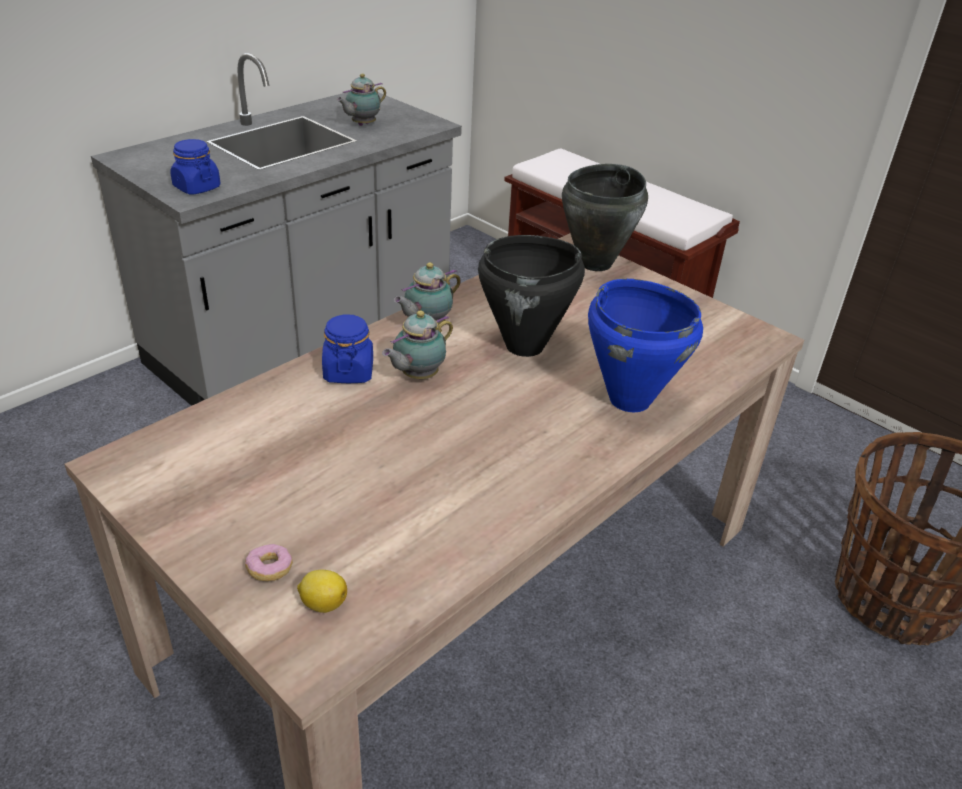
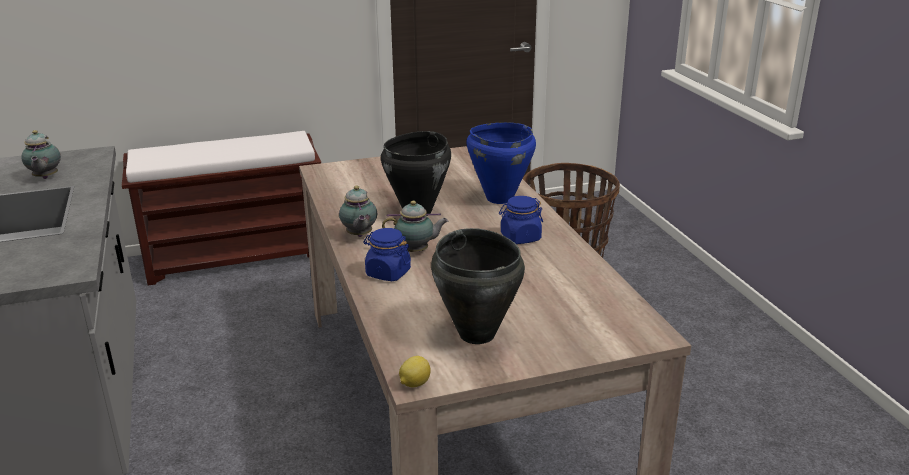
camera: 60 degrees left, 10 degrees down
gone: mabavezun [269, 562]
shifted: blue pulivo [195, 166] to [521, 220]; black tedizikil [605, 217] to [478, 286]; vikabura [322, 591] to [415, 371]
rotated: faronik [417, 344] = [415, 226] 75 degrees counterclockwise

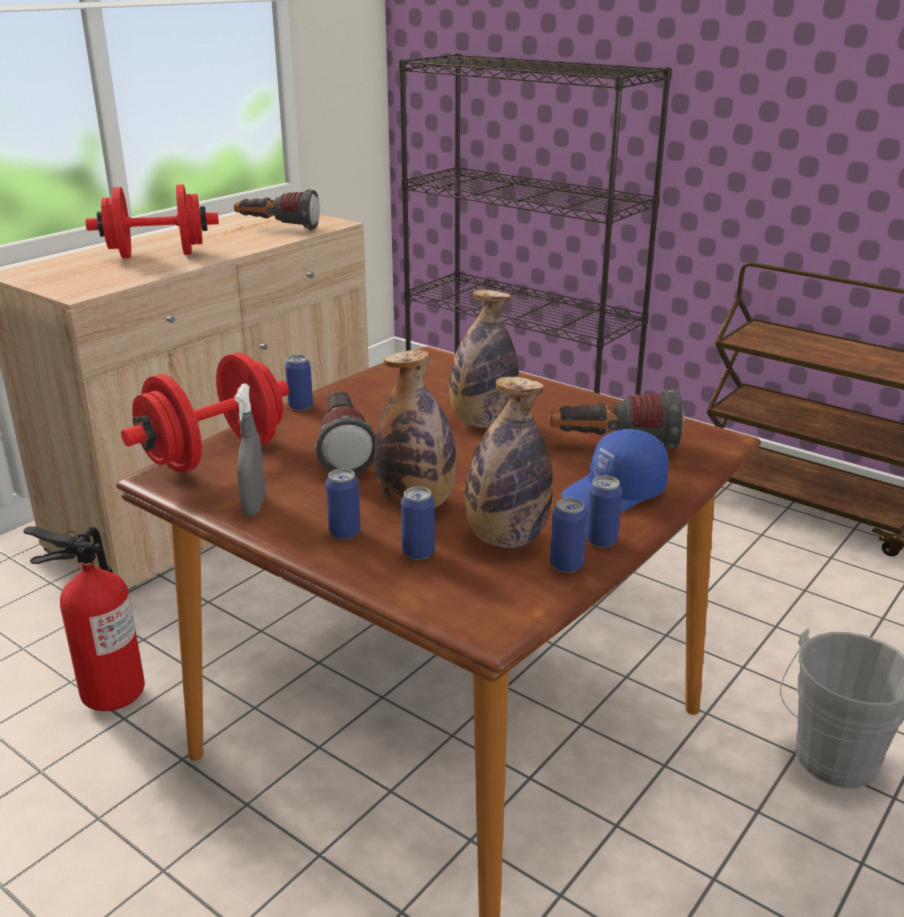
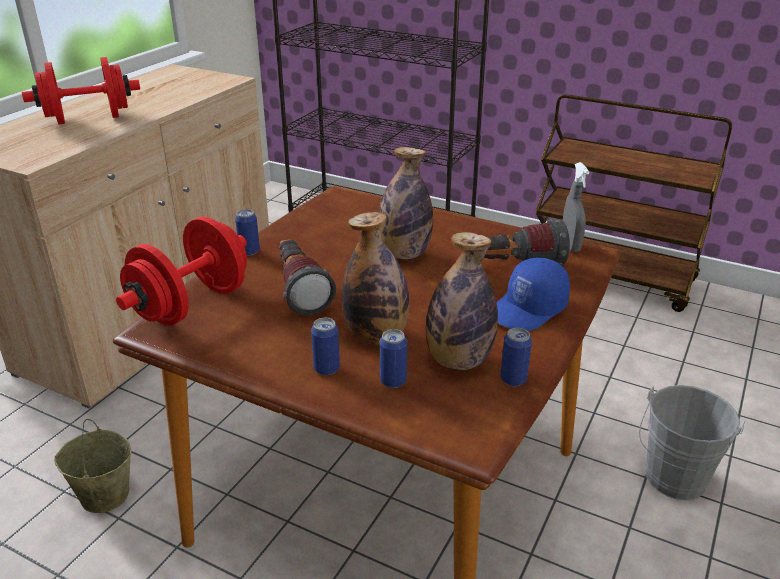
camera: 10 degrees left, 5 degrees up
gone: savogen [277, 209]; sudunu [604, 511]
shifted: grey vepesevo [250, 449] to [576, 207]
swapped: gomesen [84, 618] to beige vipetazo [93, 466]

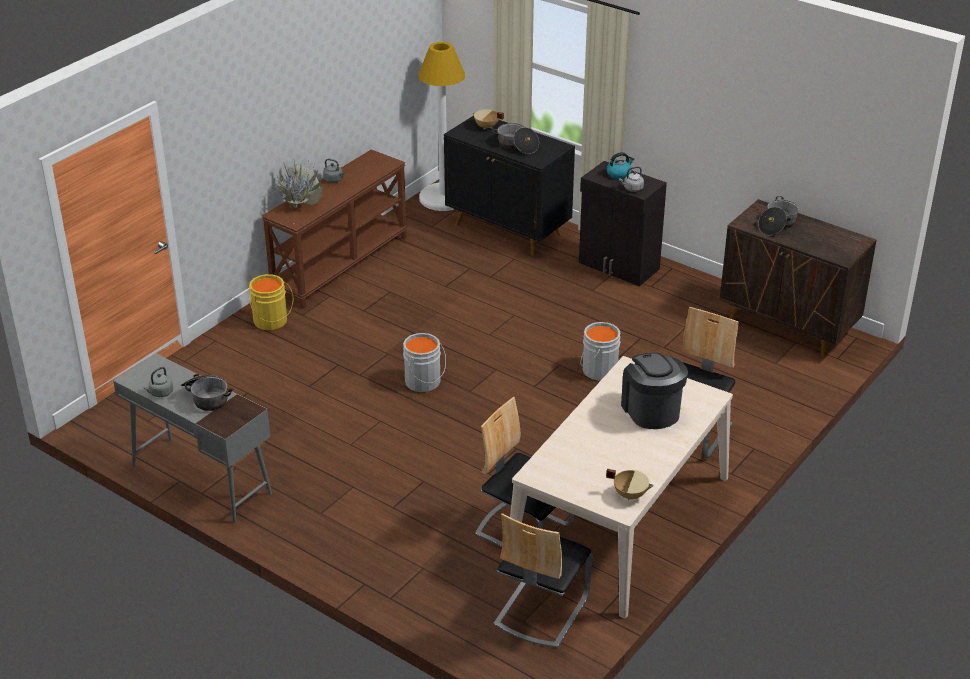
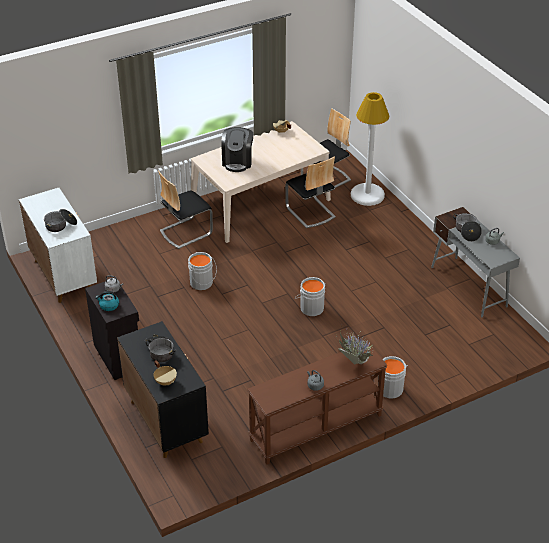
camera: 155 degrees left, 5 degrees up
shifted: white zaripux [441, 126] to [370, 149]
repainted: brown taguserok [798, 278] to white taguserok [58, 245]; yellow vipetazo [271, 302] to grey vipetazo [393, 377]

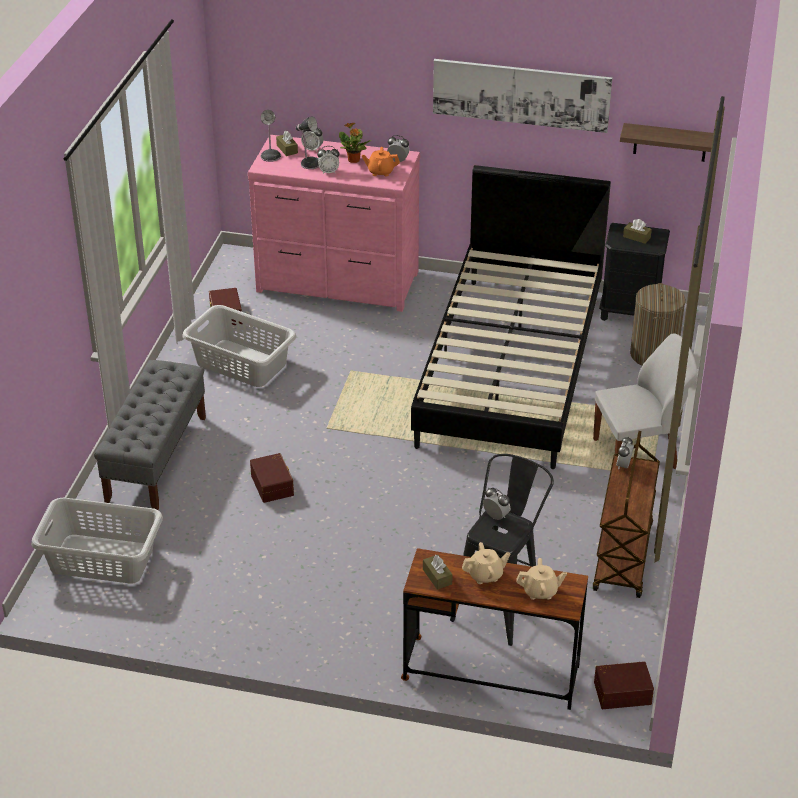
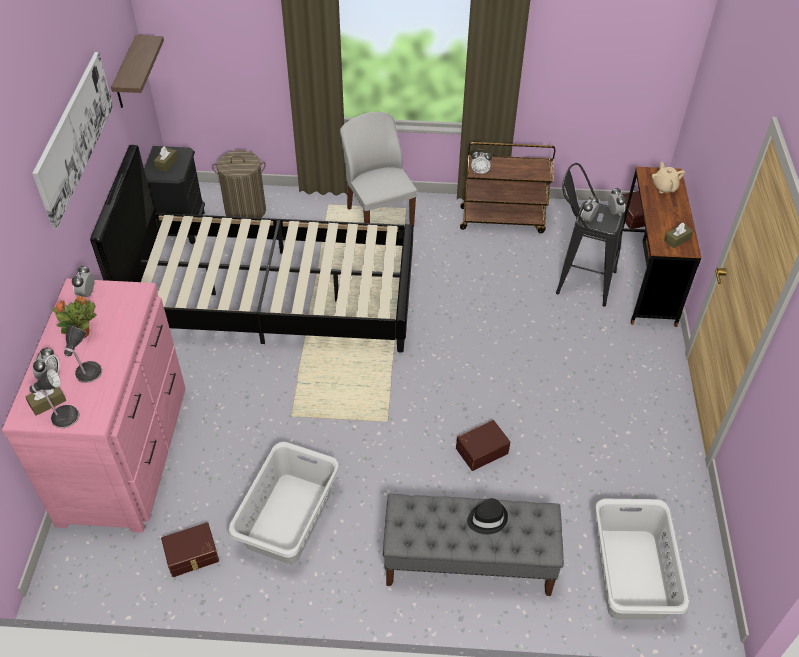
camera: 100 degrees left, 10 degrees up
gone: orange faronik [381, 161]; beige faronik [486, 563]
new: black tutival [487, 516]
shifted: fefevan [328, 159] to [617, 201]

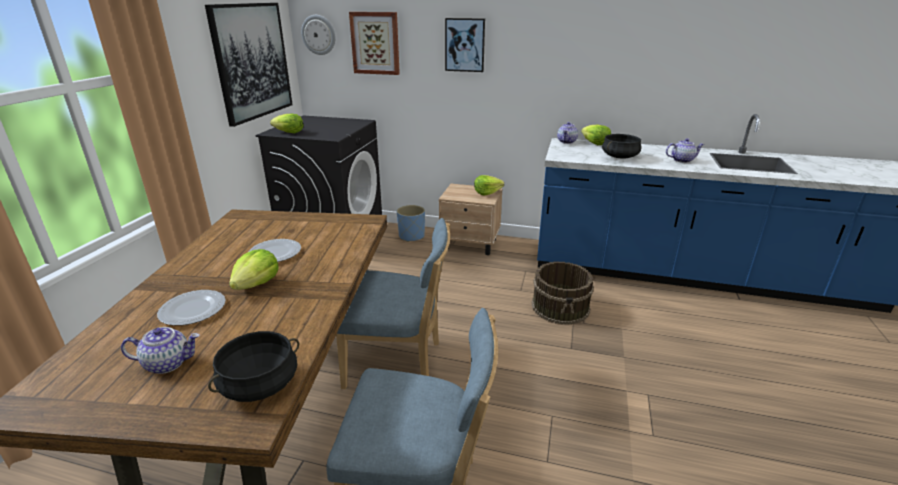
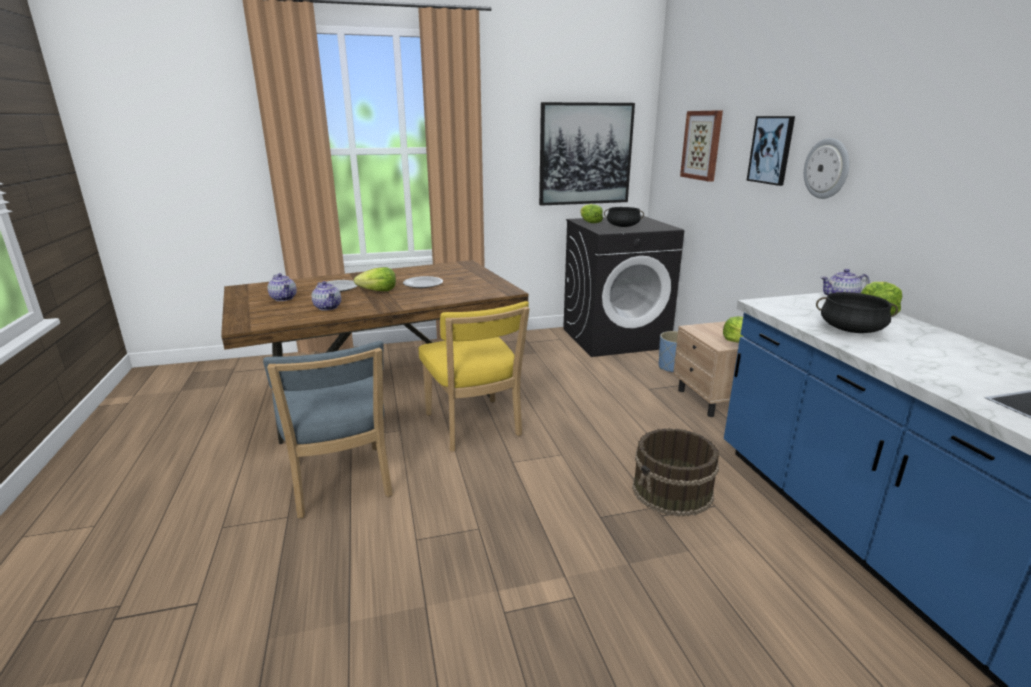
camera: 60 degrees right, 5 degrees down
shifted: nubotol [318, 35] to [826, 168]; faronik [685, 150] to [326, 296]; black tedizikil [253, 366] to [624, 217]
repainted: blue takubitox [393, 303] to yellow takubitox [474, 376]

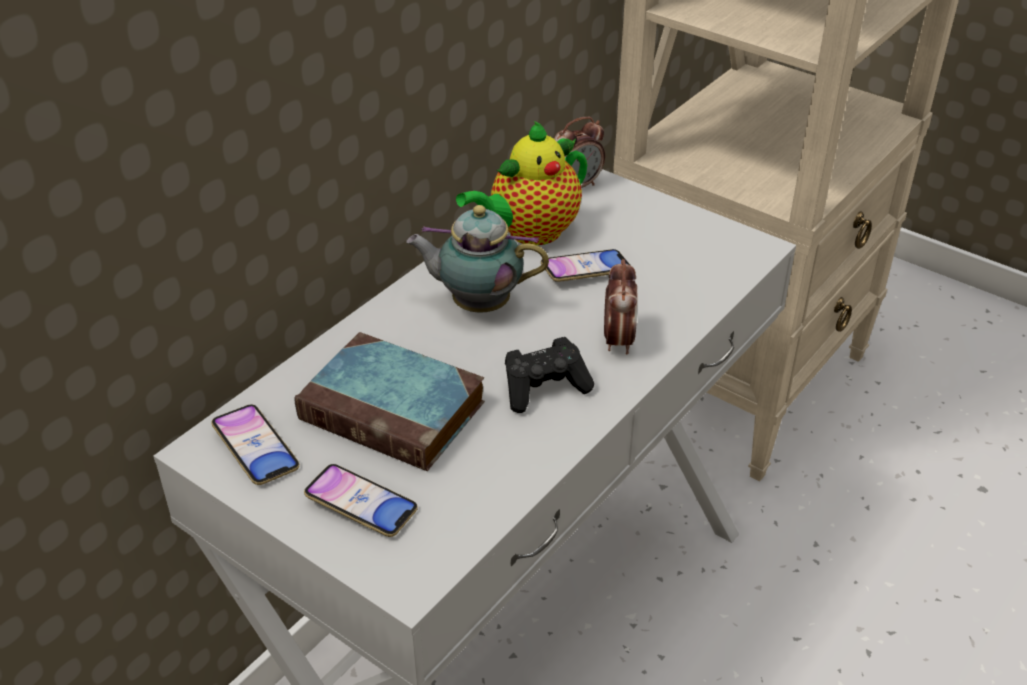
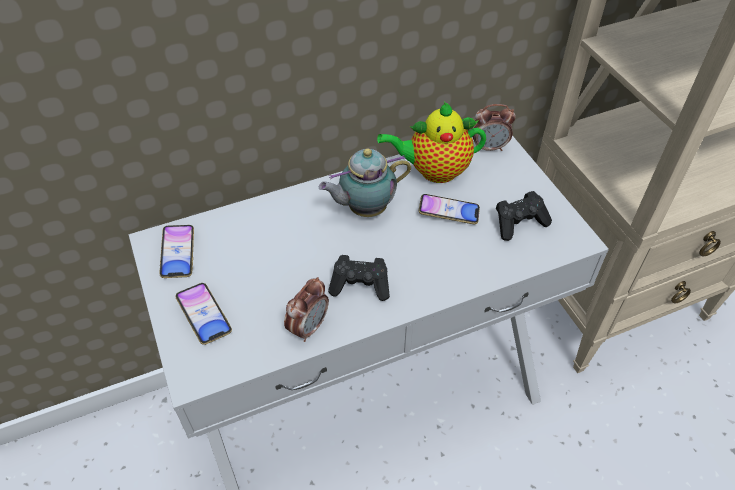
camera: 30 degrees right, 10 degrees up
gone: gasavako [389, 401]
new: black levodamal [524, 216]
shifted: fefevan [620, 306] to [306, 309]
rotated: faronik [477, 259] = [365, 182] 60 degrees counterclockwise

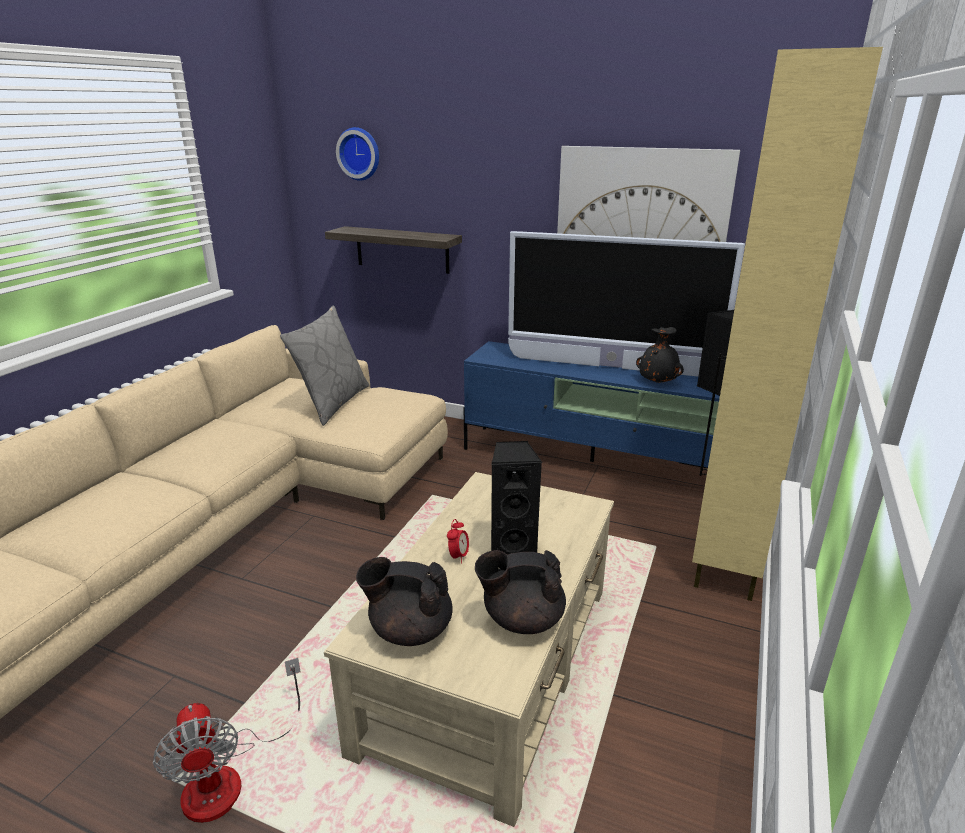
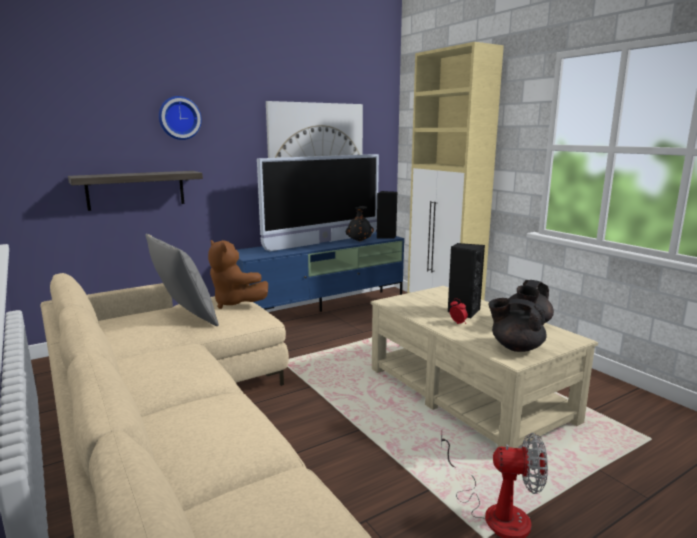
camera: 55 degrees left, 10 degrees down
new: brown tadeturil [238, 274]
shifted: nubotol [357, 154] to [180, 118]
rotated: black faronik [404, 601] = [517, 325] 75 degrees clockwise

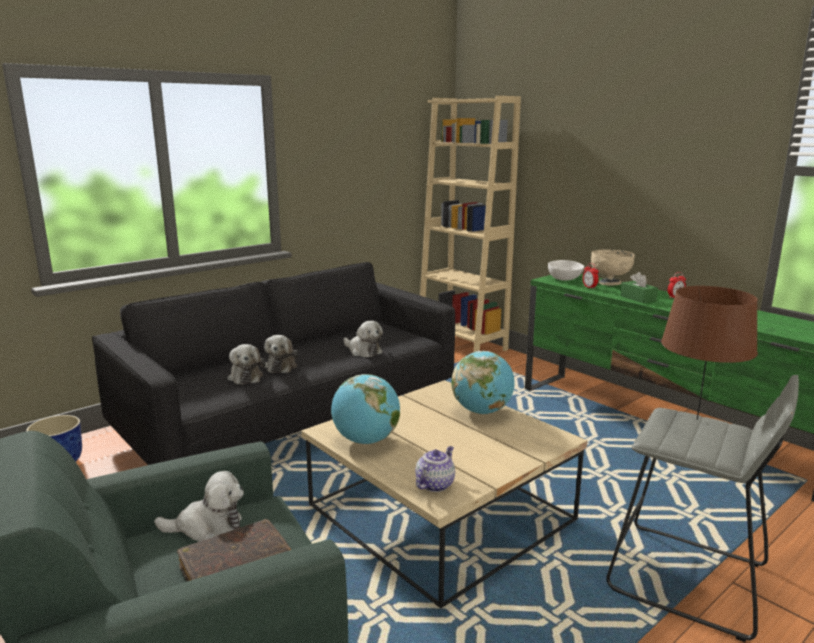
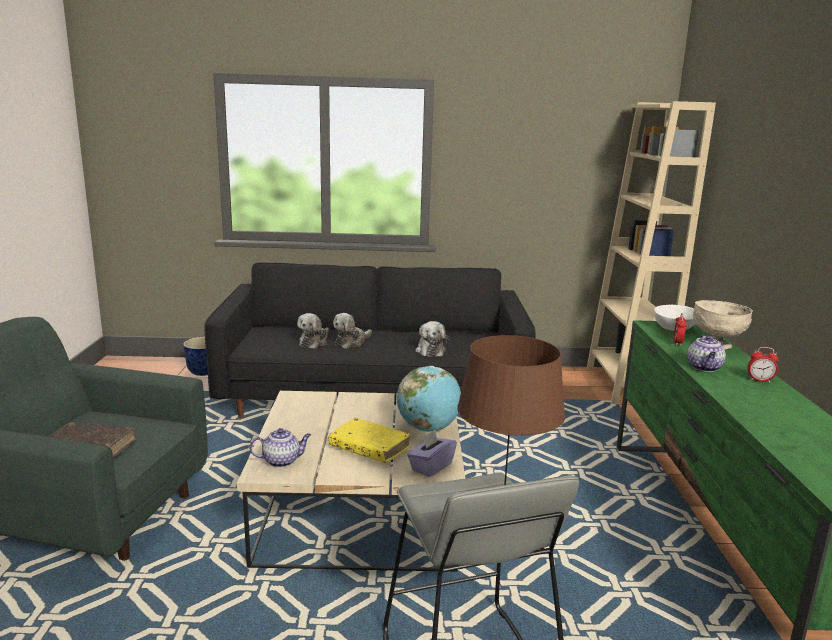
camera: 40 degrees right, 0 degrees up
gone: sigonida [365, 409]; tadeturil [199, 506]
new: yellow gasavako [369, 440]; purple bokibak [432, 453]
swapped: green bokibak [639, 287] to faronik [706, 353]

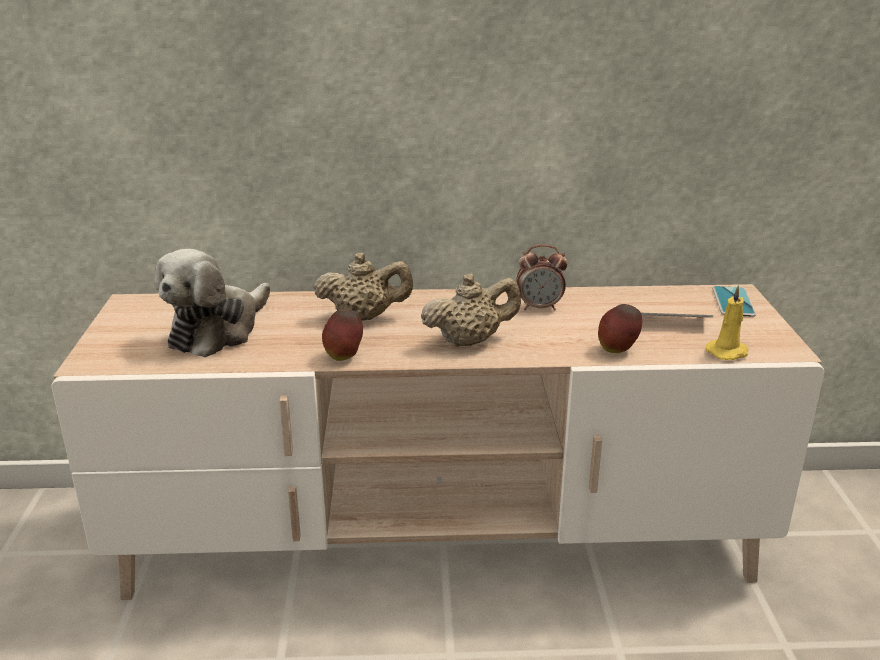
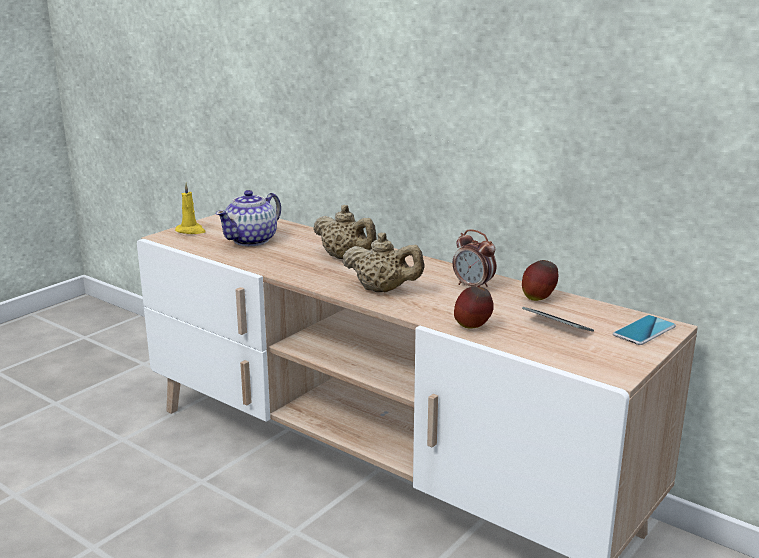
camera: 40 degrees right, 5 degrees down
shifted: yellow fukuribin [727, 322] to [190, 208]; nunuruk [342, 335] to [540, 280]
swapped: tadeturil [212, 303] to faronik [248, 218]

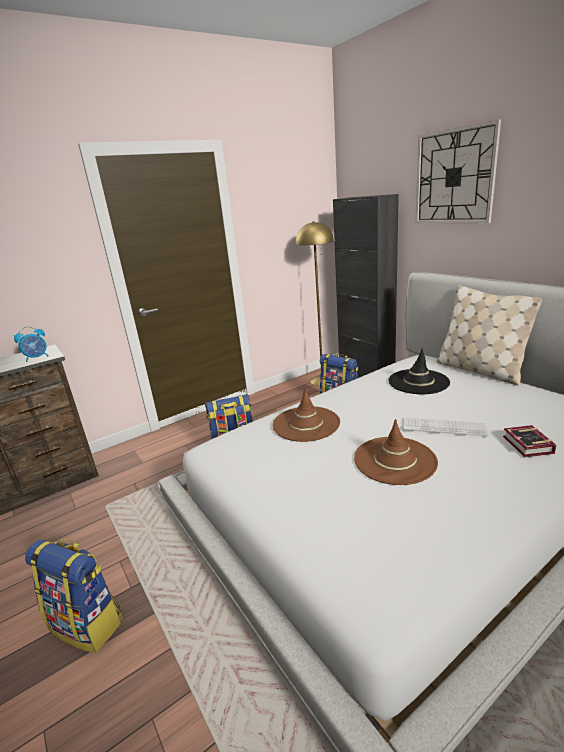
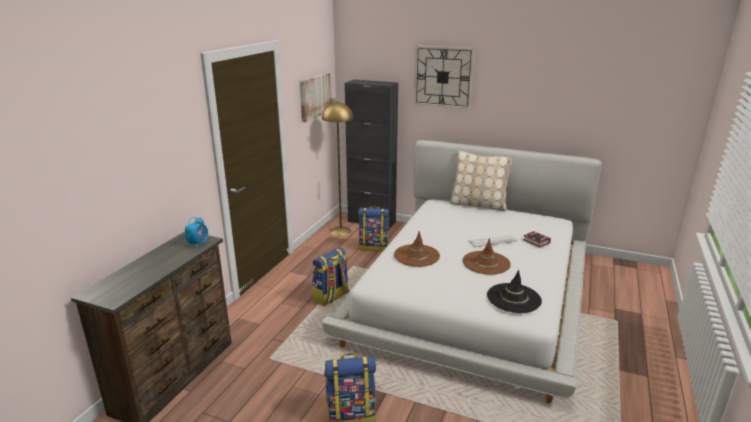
camera: 35 degrees left, 0 degrees up
new: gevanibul [316, 97]
shifted: black tutival [419, 371] to [514, 291]

